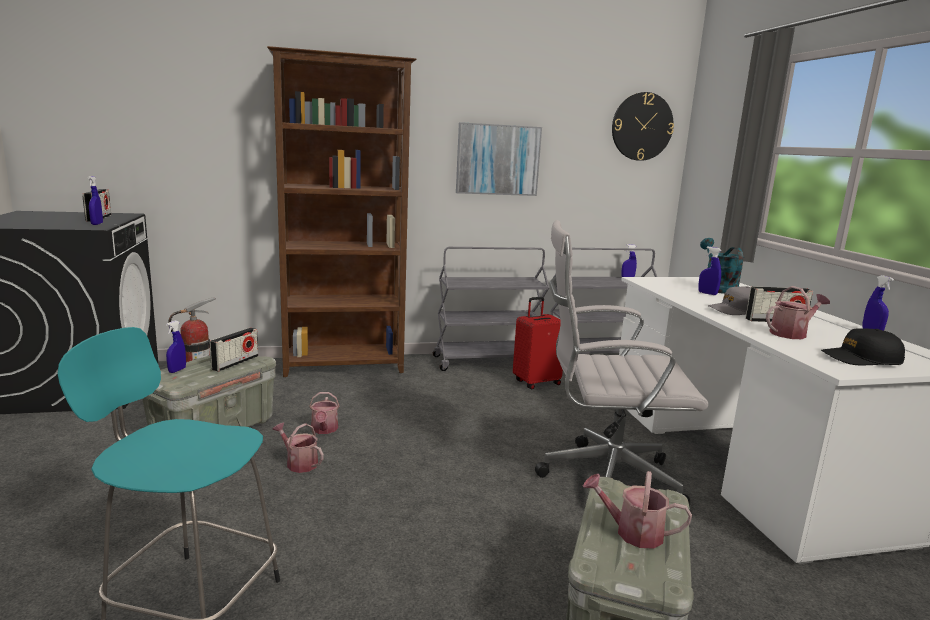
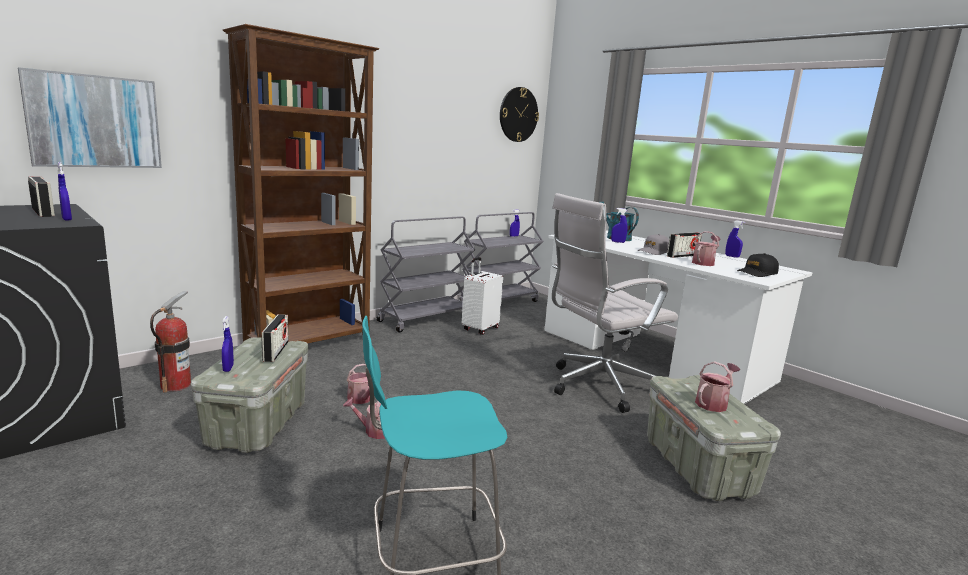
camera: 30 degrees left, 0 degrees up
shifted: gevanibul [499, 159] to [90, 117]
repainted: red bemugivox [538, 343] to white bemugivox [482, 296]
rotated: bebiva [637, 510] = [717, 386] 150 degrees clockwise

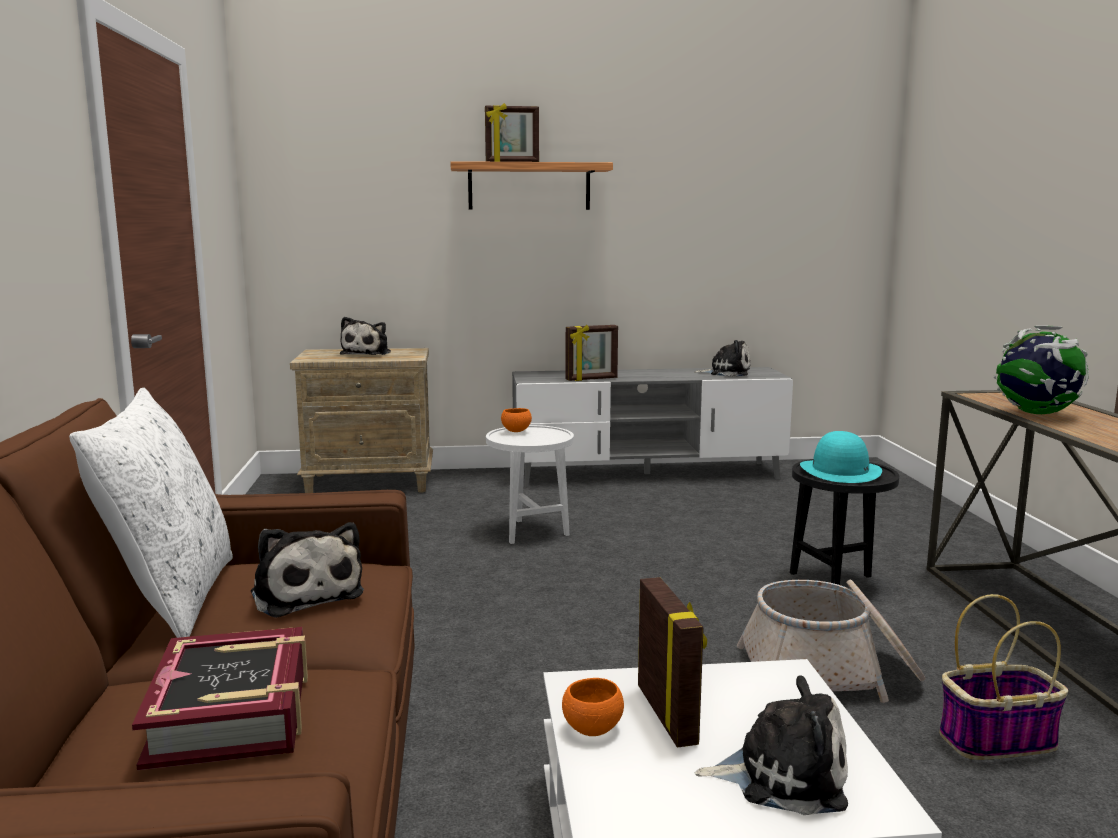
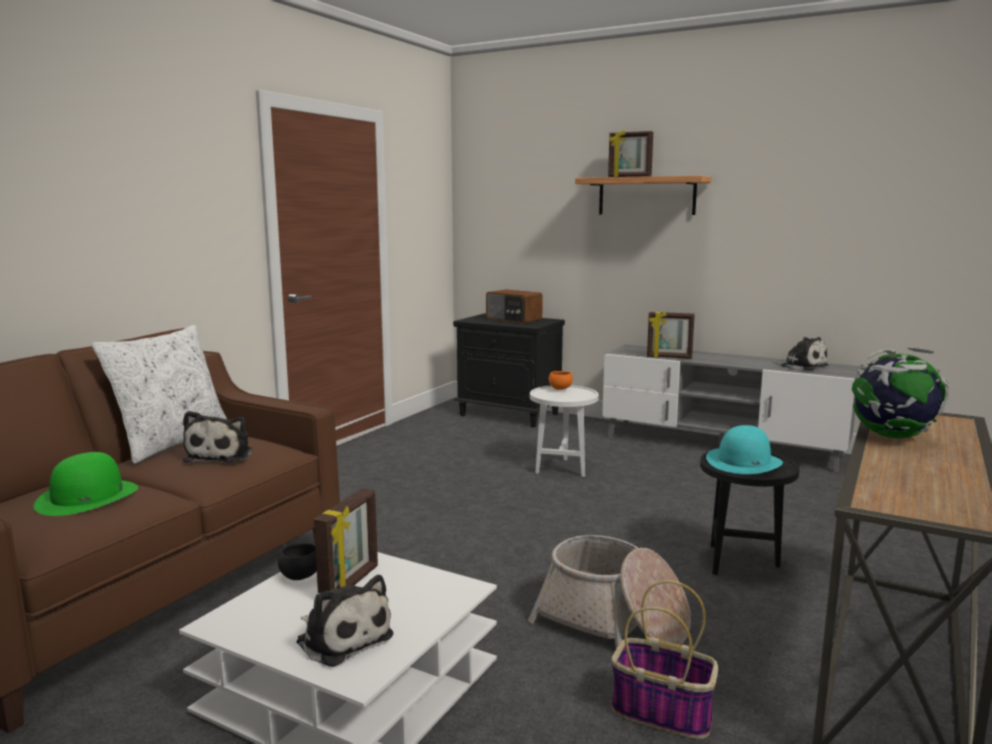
camera: 35 degrees right, 0 degrees up
swapped: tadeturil [365, 336] to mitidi [514, 307]; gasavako [220, 698] to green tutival [86, 484]
repainted: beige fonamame [361, 420] to black fonamame [509, 370]; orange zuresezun [593, 707] to black zuresezun [297, 561]

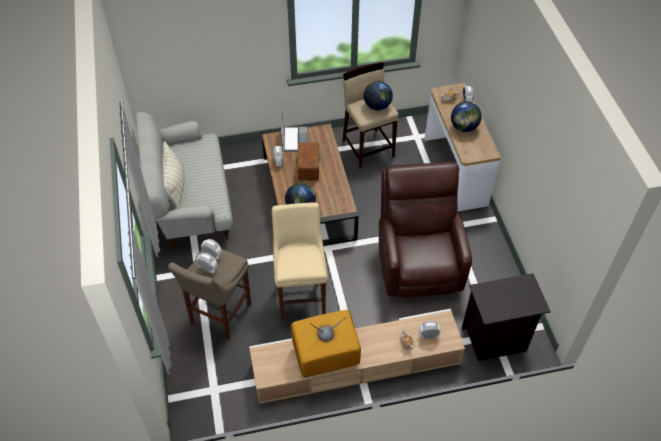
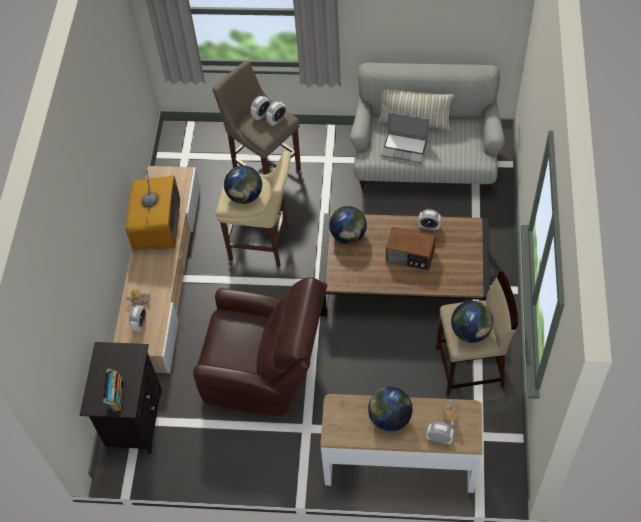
camera: 110 degrees right, 5 degrees up
new: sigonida [243, 184]; mitidi [114, 390]
shifted: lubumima [294, 131] to [405, 137]

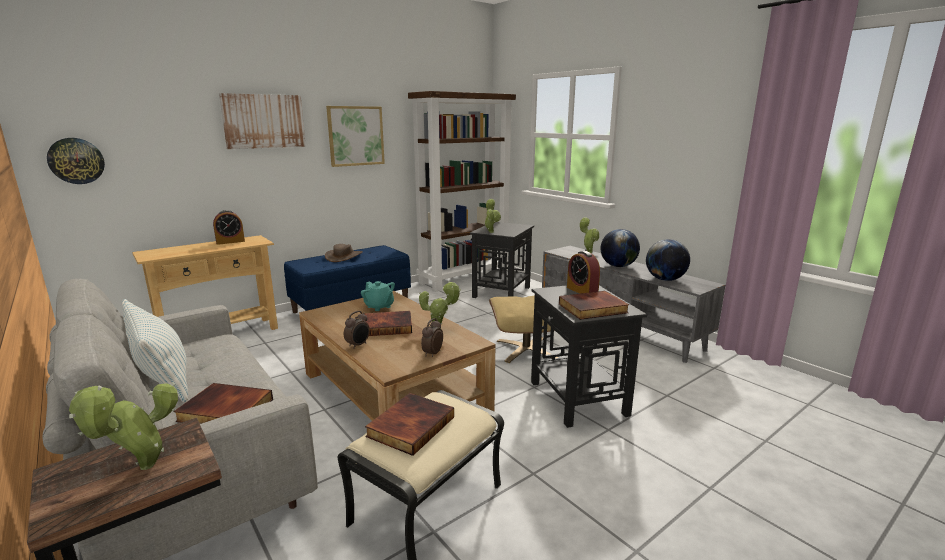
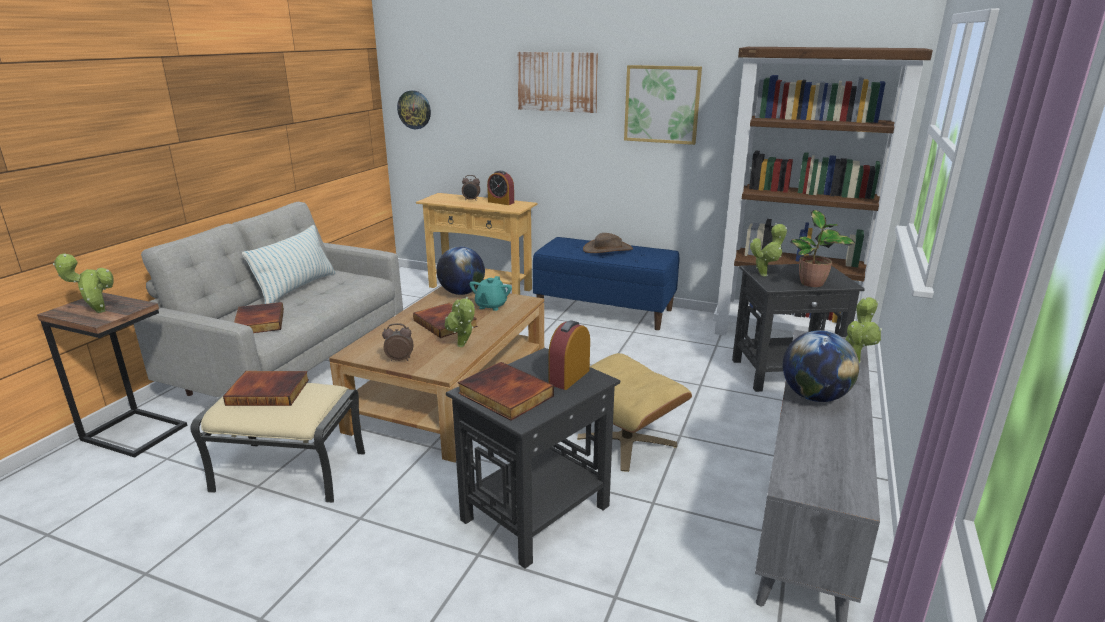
camera: 60 degrees right, 5 degrees up
new: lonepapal [822, 248]
shifted: sigonida [668, 260] to [460, 271]; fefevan [357, 330] to [471, 188]

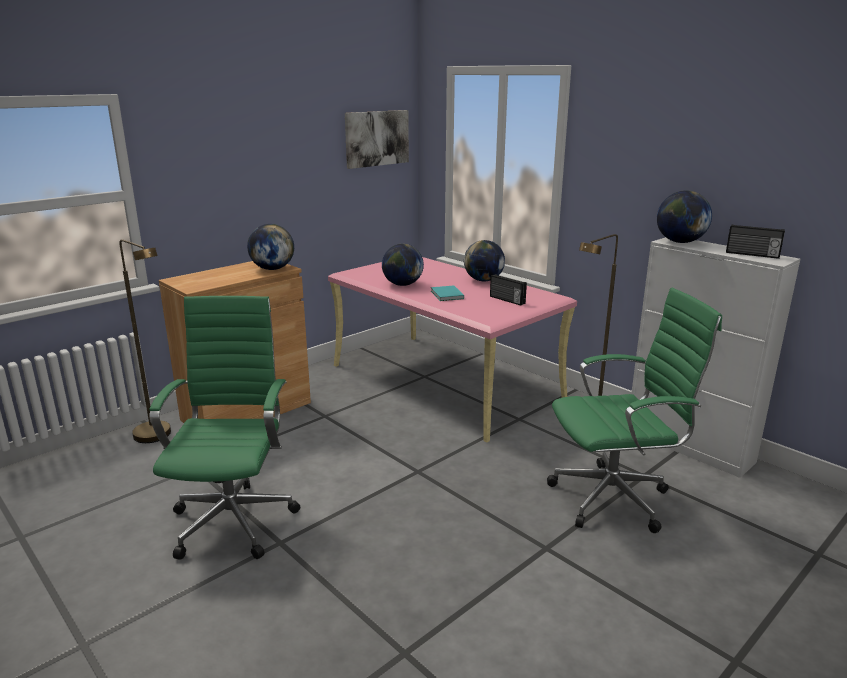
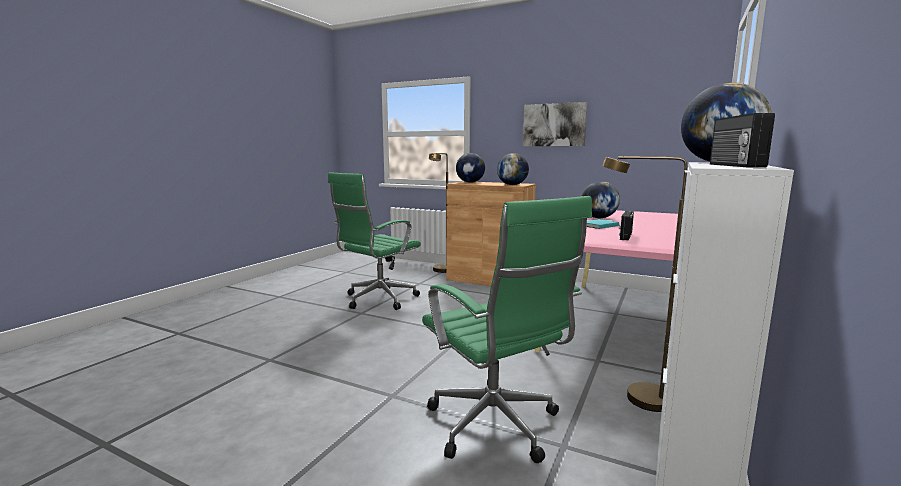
camera: 70 degrees right, 10 degrees down
shifted: gevanibul [377, 139] to [555, 124]; sigonida [484, 260] to [470, 168]
rotated: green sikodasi [224, 428] = [374, 241] 150 degrees clockwise

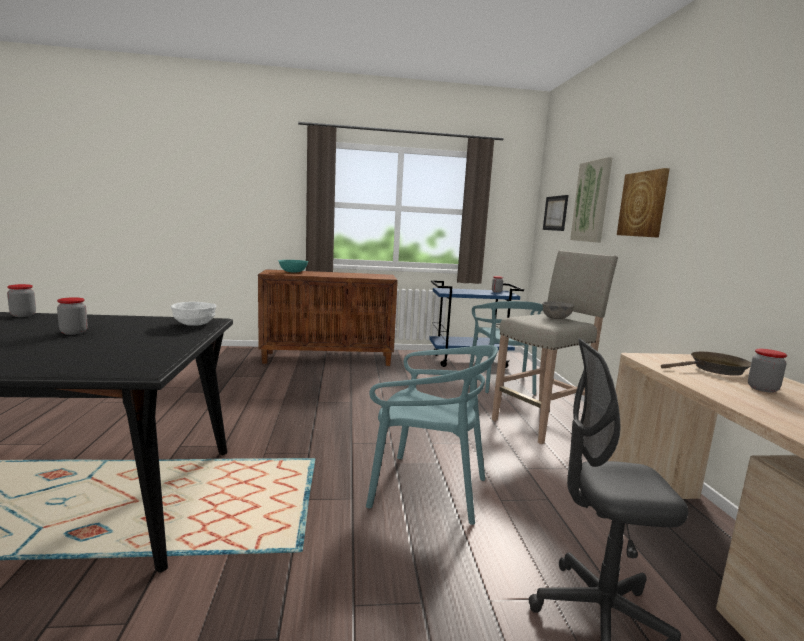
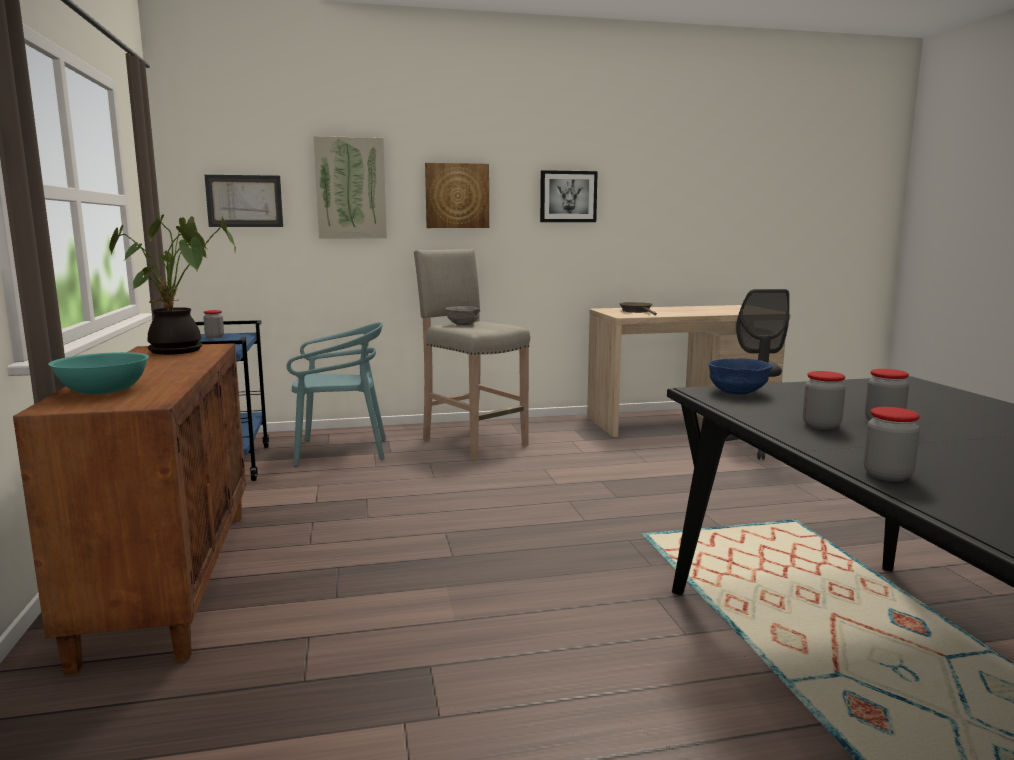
camera: 95 degrees left, 0 degrees up
gone: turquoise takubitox [432, 435]
new: gevanibul [569, 196]; lonepapal [172, 284]
shifted: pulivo [767, 371] to [824, 400]
repainted: white zuresezun [194, 314] to blue zuresezun [740, 376]

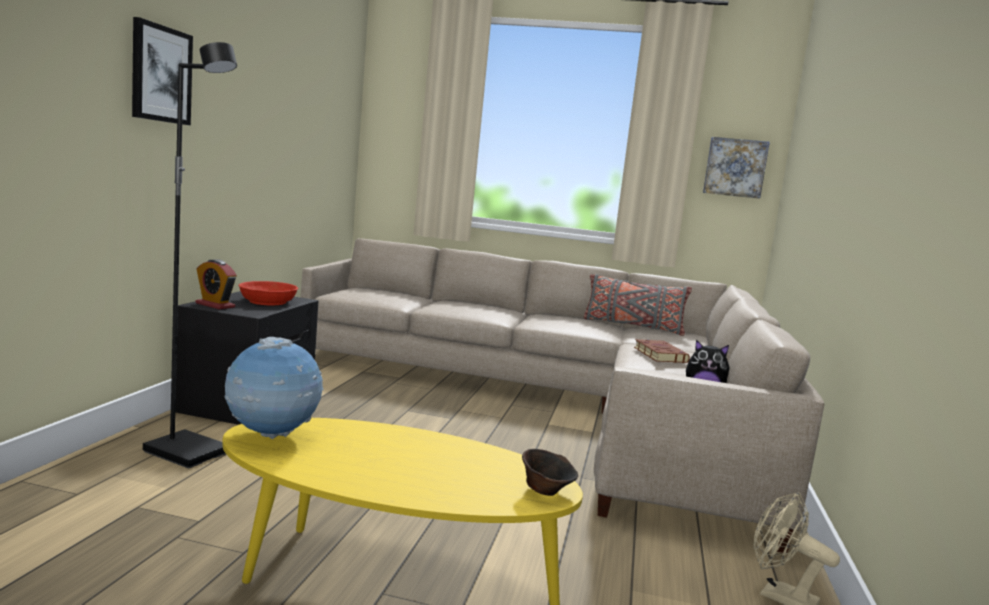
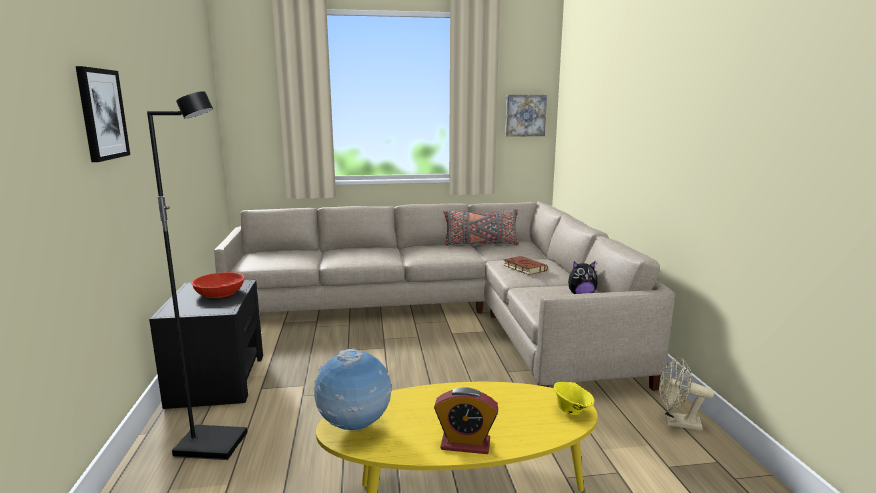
camera: 20 degrees left, 5 degrees up
shifted: fefevan [216, 284] to [466, 420]
repainted: brown zuresezun [550, 472] to yellow zuresezun [574, 398]

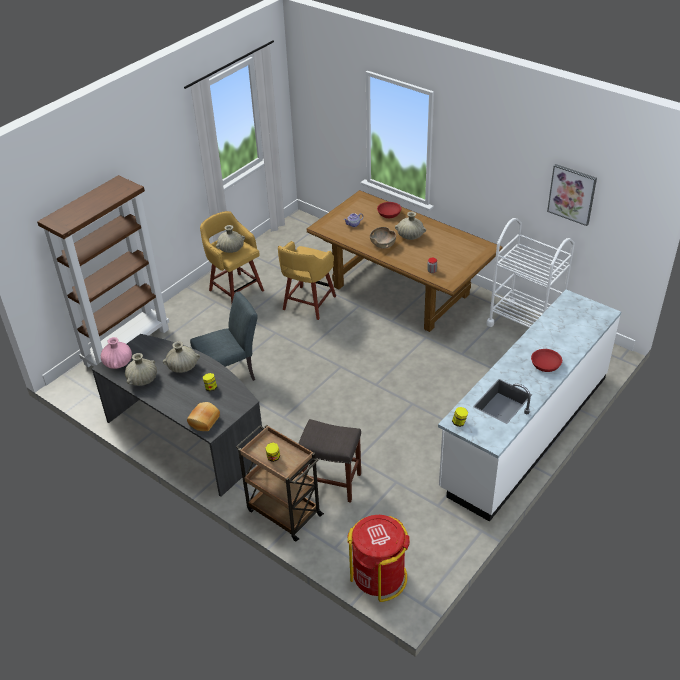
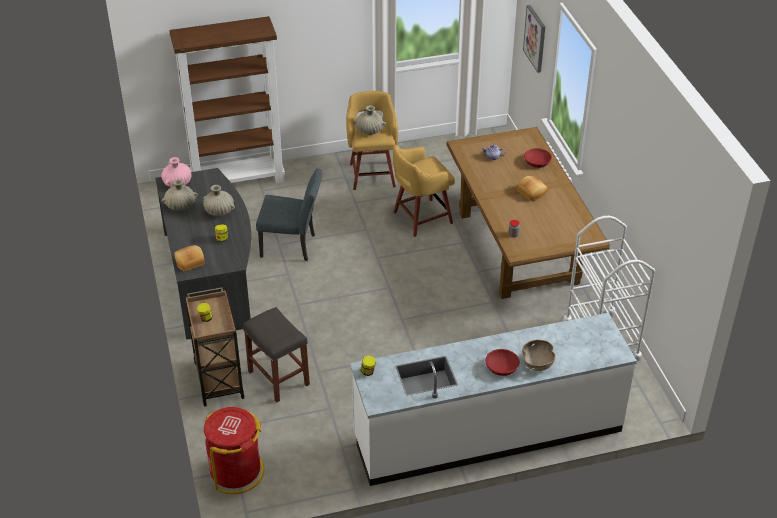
camera: 35 degrees right, 0 degrees up
shifted: gevanibul [572, 195] to [534, 39]; brown zuresezun [383, 237] to [539, 355]
swapped: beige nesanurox [410, 226] to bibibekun [532, 188]

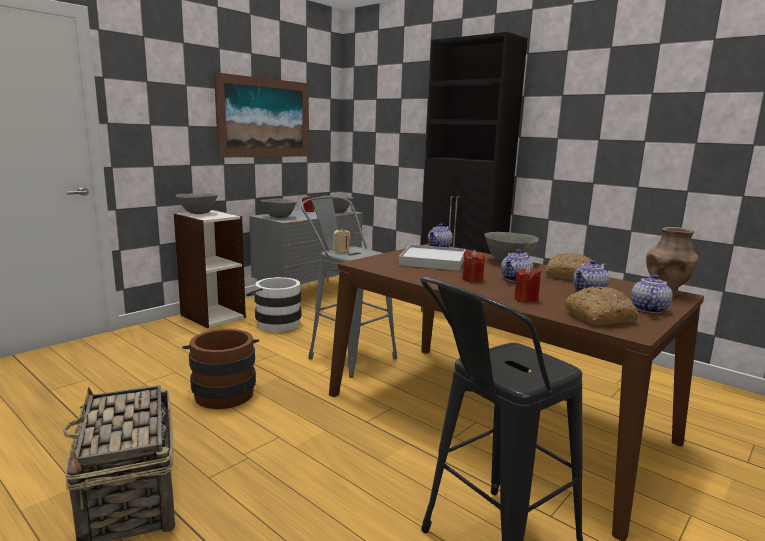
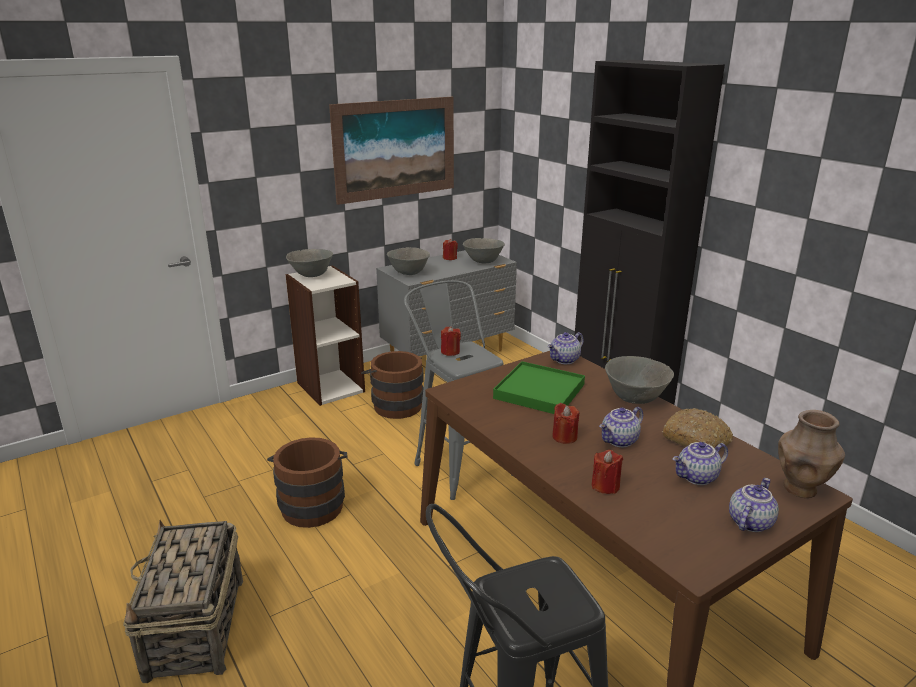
camera: 15 degrees right, 10 degrees up
gone: bibibekun [602, 305]
repainted: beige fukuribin [341, 240] to red fukuribin [451, 341]; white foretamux [432, 257] to green foretamux [539, 387]; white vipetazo [273, 304] to brown vipetazo [392, 385]

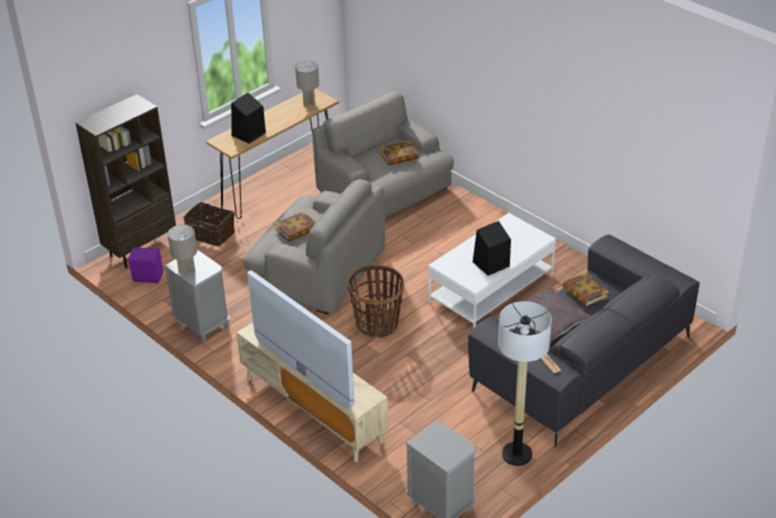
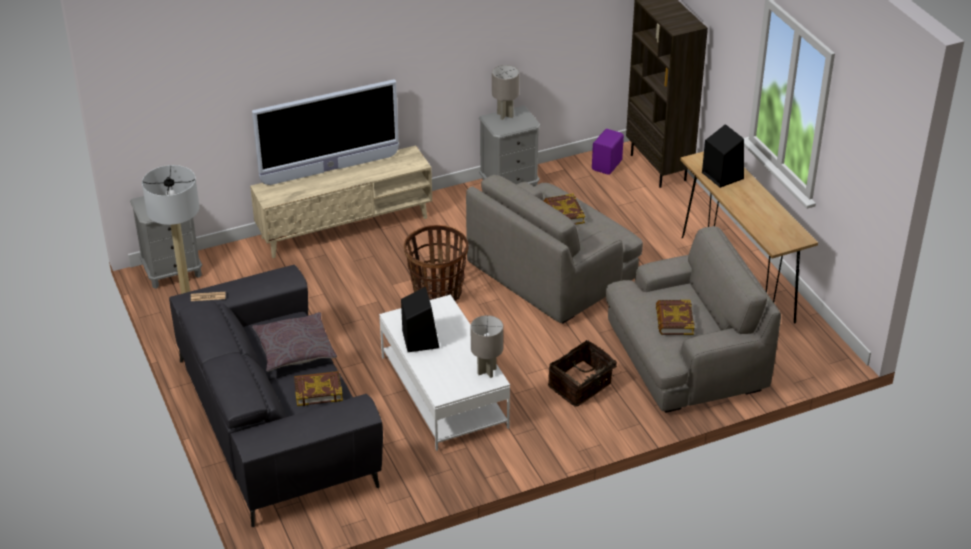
camera: 110 degrees right, 0 degrees up
shifted: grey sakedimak [307, 83] to [487, 346]; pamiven [209, 224] to [585, 373]

